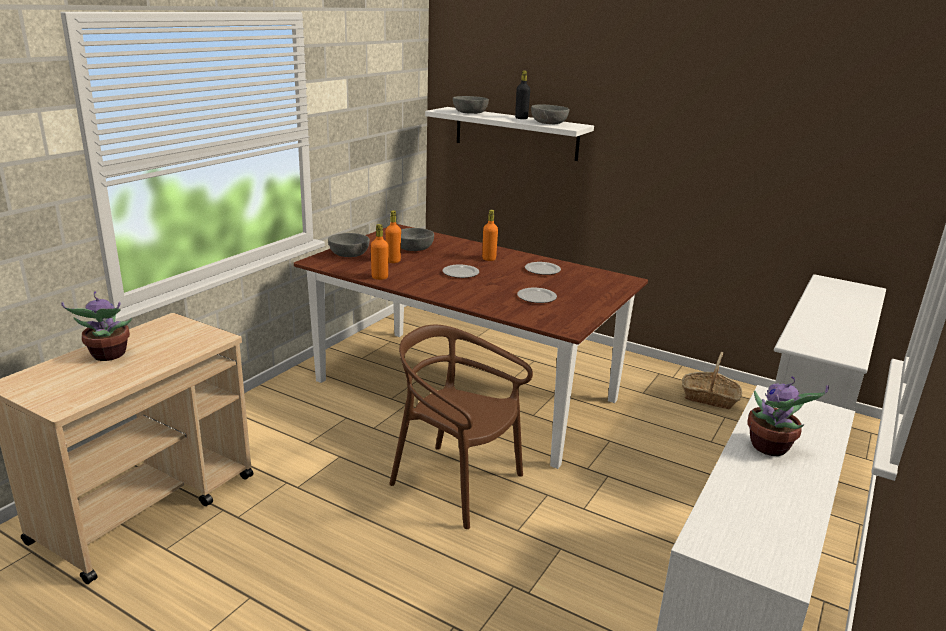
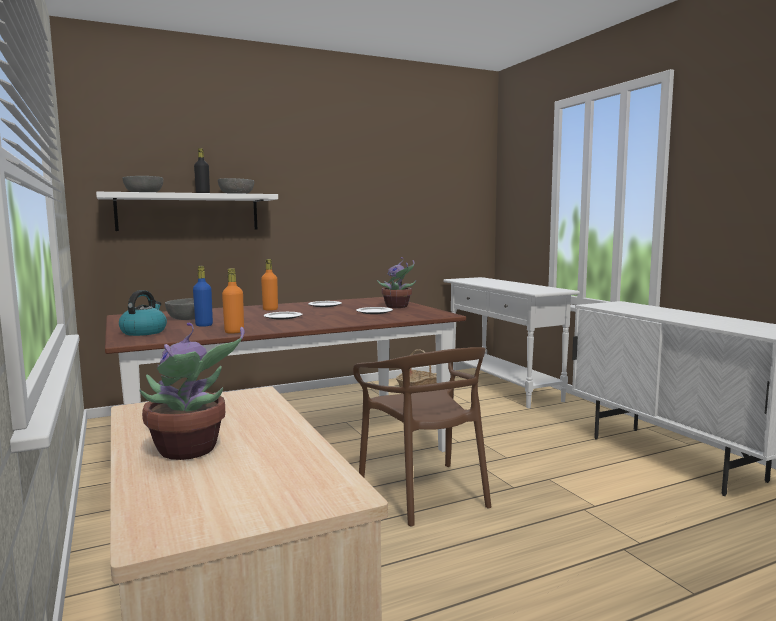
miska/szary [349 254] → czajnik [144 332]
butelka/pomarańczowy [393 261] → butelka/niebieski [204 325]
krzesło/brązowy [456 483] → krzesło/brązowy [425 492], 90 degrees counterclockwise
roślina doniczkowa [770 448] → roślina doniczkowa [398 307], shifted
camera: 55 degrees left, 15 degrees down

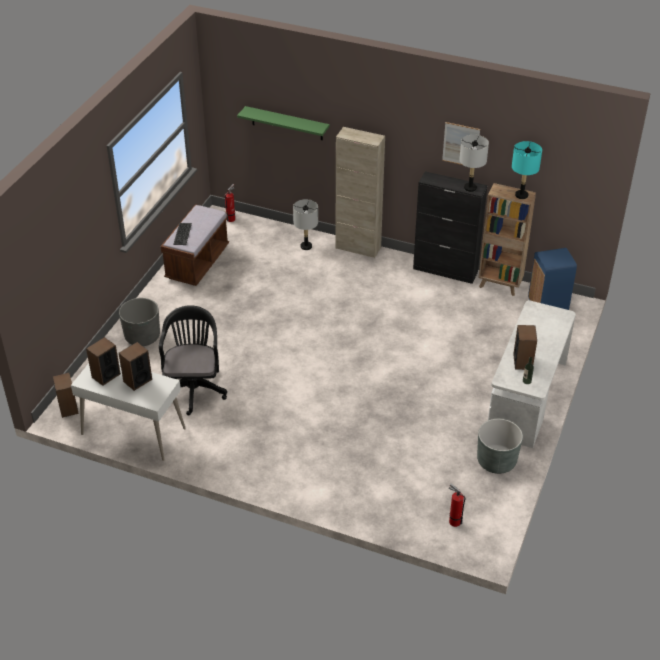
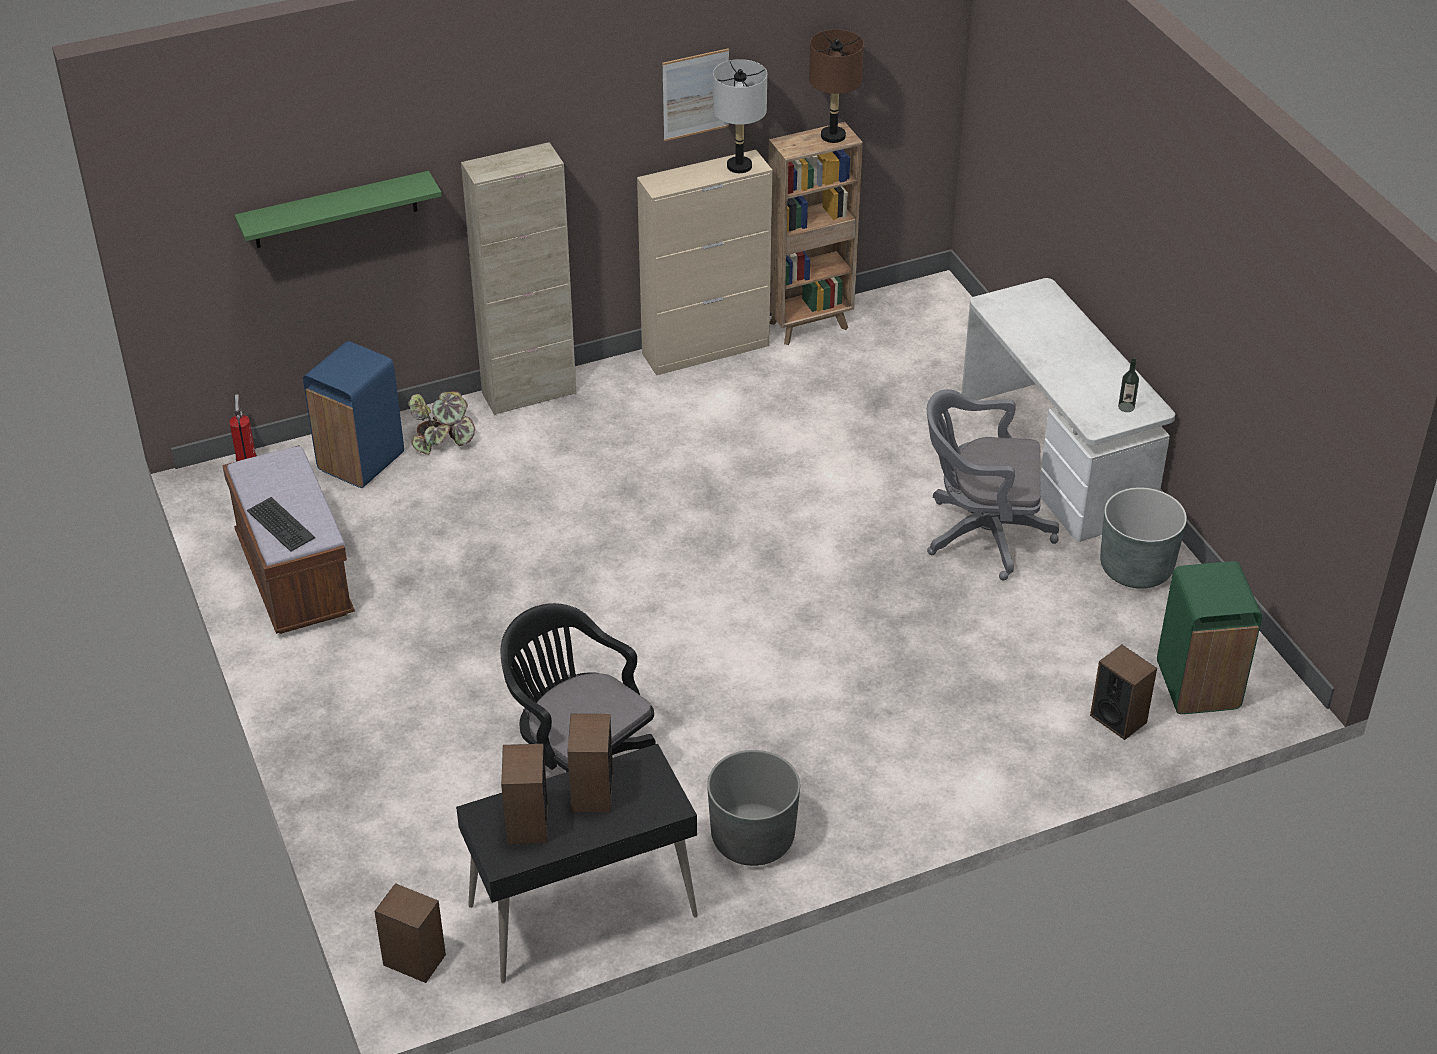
kosz na śmieci/niebieski [548 304] → kosz na śmieci/niebieski [362 461], shifted
lampa stołowa/szary [306 246] → roślina doniczkowa [443 440]
biurko/biały [133 432] → biurko/czarny [583 912]
szafka/czarny [445 270] → szafka/beżowy [706 349]
donica/szary [142 336] → donica/szary [752 838], shifted
lampa stołowa/turkusowy [521 195] → lampa stołowa/brązowy [832 136]
- → krzesło biurowe/szary [980 534]
głośnik [523 361] → głośnik [1118 719], shifted
gaśnica [453 521] → kosz na śmieci/zielony [1197 686]
camera: 45 degrees left, 0 degrees up

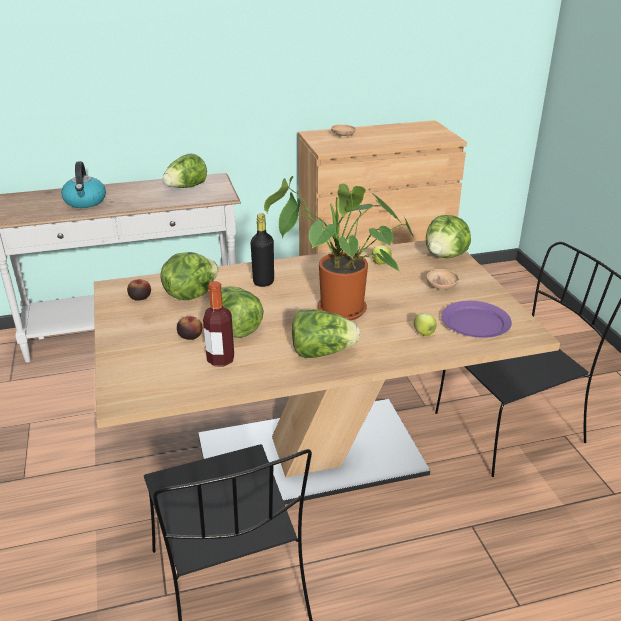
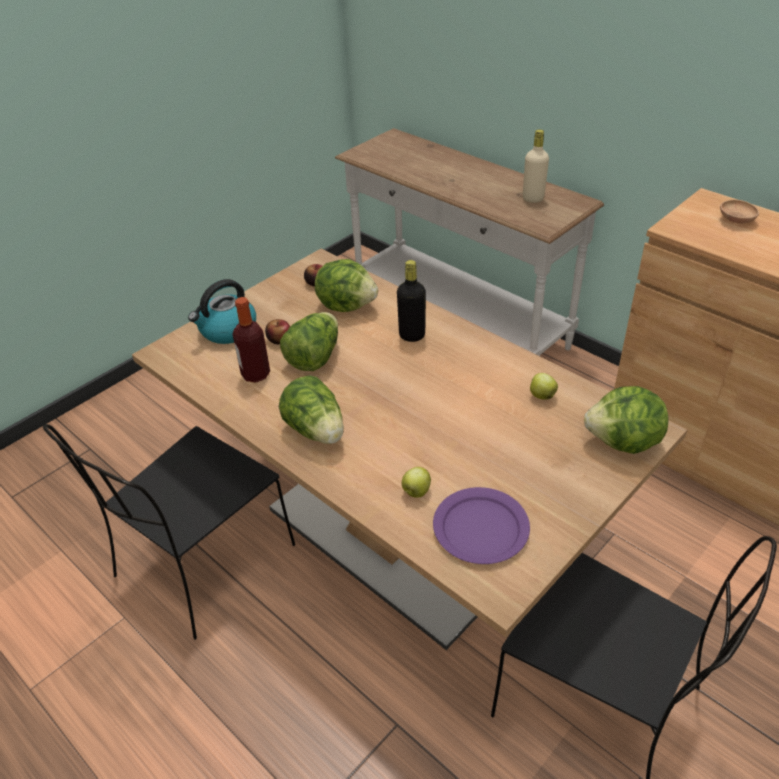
czajnik [85 202] → czajnik [227 330], shifted
sałata [186 187] → butelka/beżowy [533 198]
roślina doniczkowa [336 312] → -
miska/brązowy [441 287] → -
camera: 60 degrees right, 10 degrees up

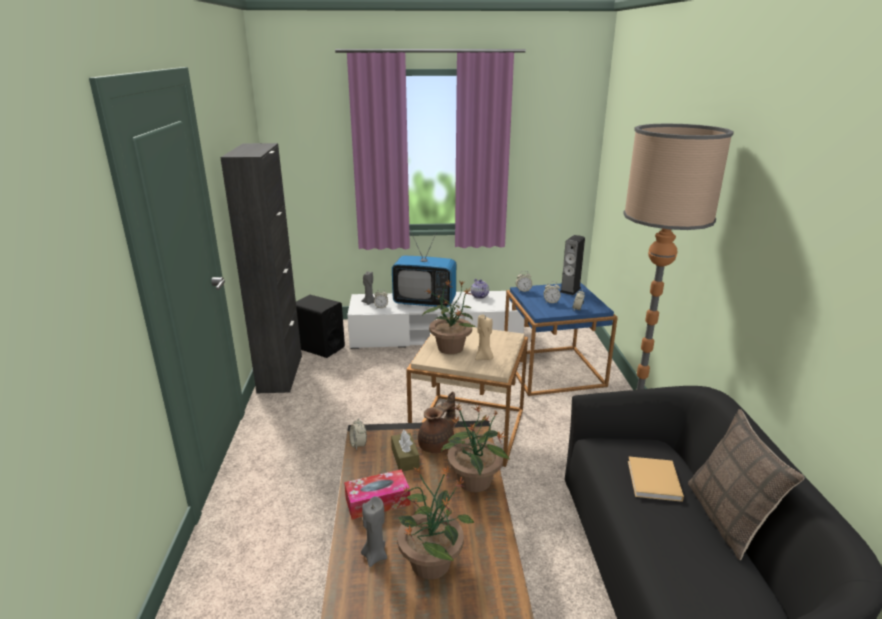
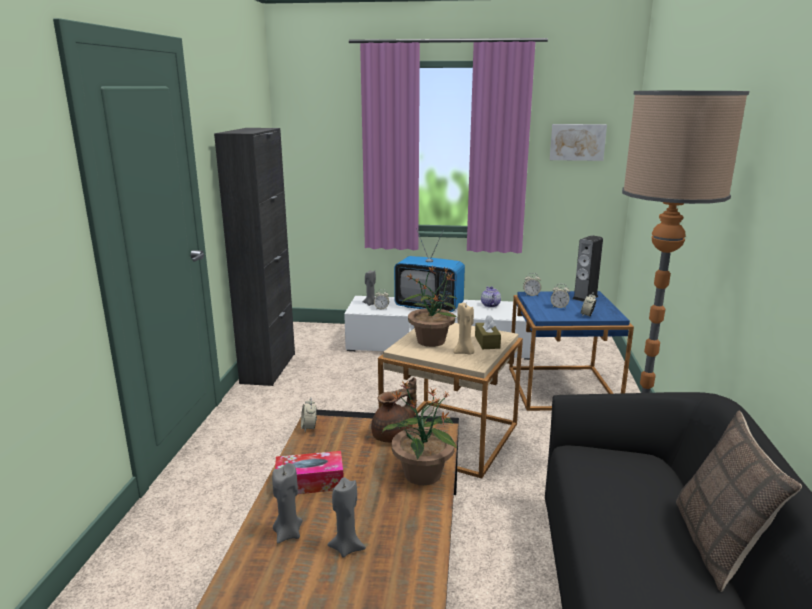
roślina doniczkowa [431 562] → świeca/szary [347 547]
pudełko chusteczek/brązowy [405 458] → pudełko chusteczek/brązowy [487 342], shifted
- → obraz [577 142]
głośnik/czarny [320 347] → -
książka/beżowy [654 482] → -
camera: 10 degrees right, 5 degrees down

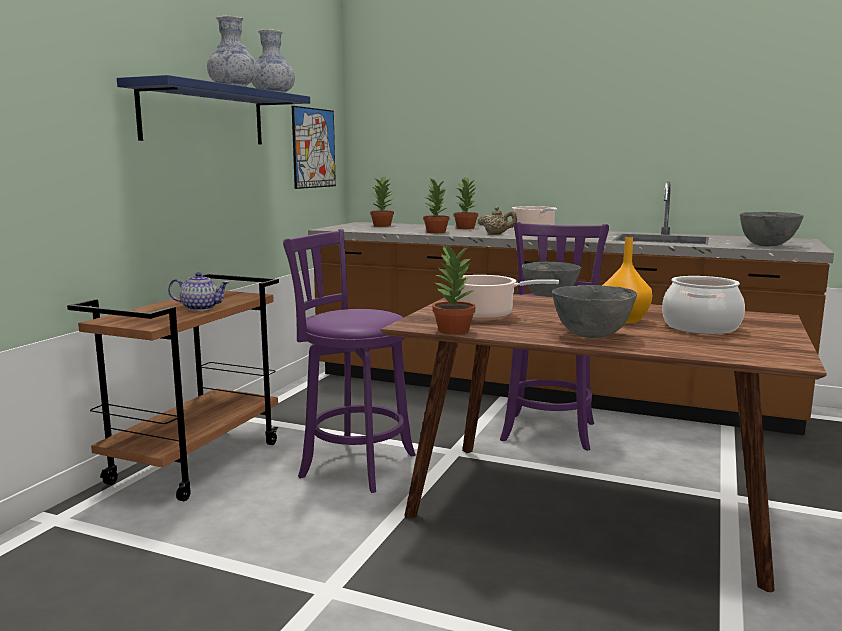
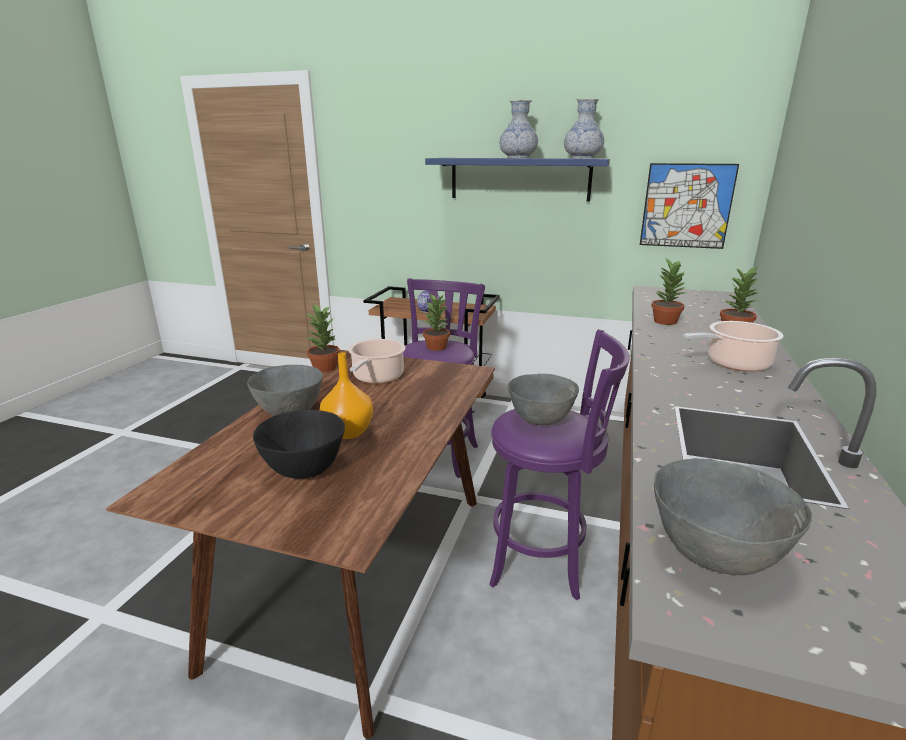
garnek [700 327] → miska/czarny [305 470]
roślina doniczkowa [382 226] → roślina doniczkowa [436 347], shifted
imbryk/beżowy [496 234] → -
camera: 85 degrees right, 10 degrees up

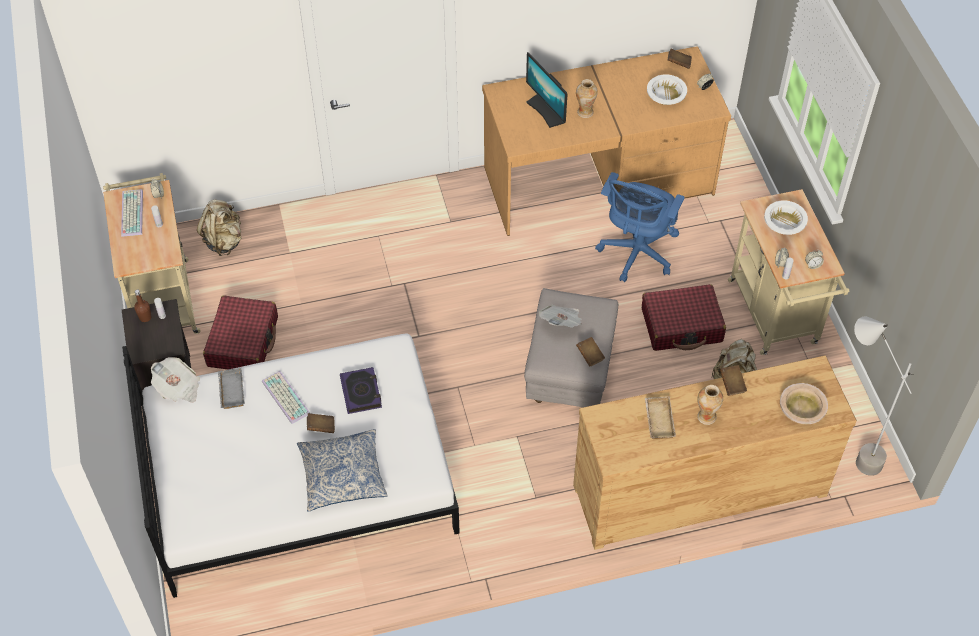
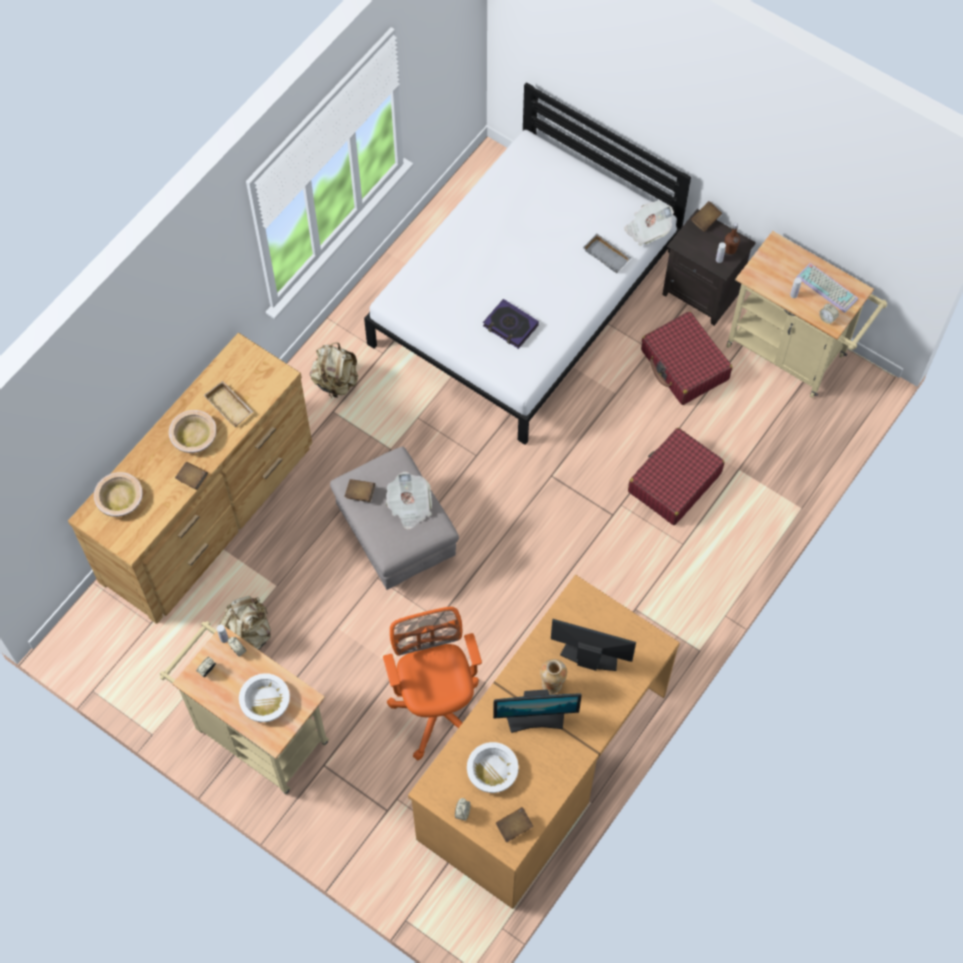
wazon [706 417] → miska/beżowy [193 436]
plecak/beżowy [224 241] → plecak/beżowy [336 381], shifted
krzesło biurowe/niebieski [636 254] → krzesło biurowe/pomarańczowy [436 705]
- → monitor [535 718]
walizka/czerwony [682 325] → walizka/czerwony [674 482], shifted
książka/brązowy [321 427] → książka/brązowy [705 220], shifted
klawiatura [284 397] → -
poduszka [343 475] → -
lampa stojąca/szary [850 450] → -
camera: 140 degrees right, 10 degrees up

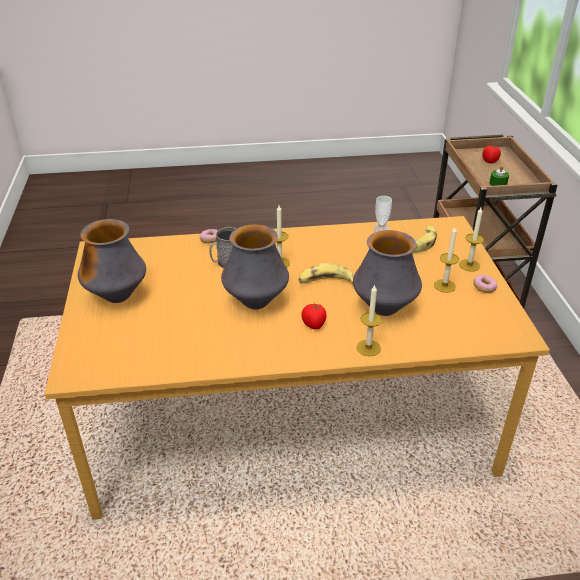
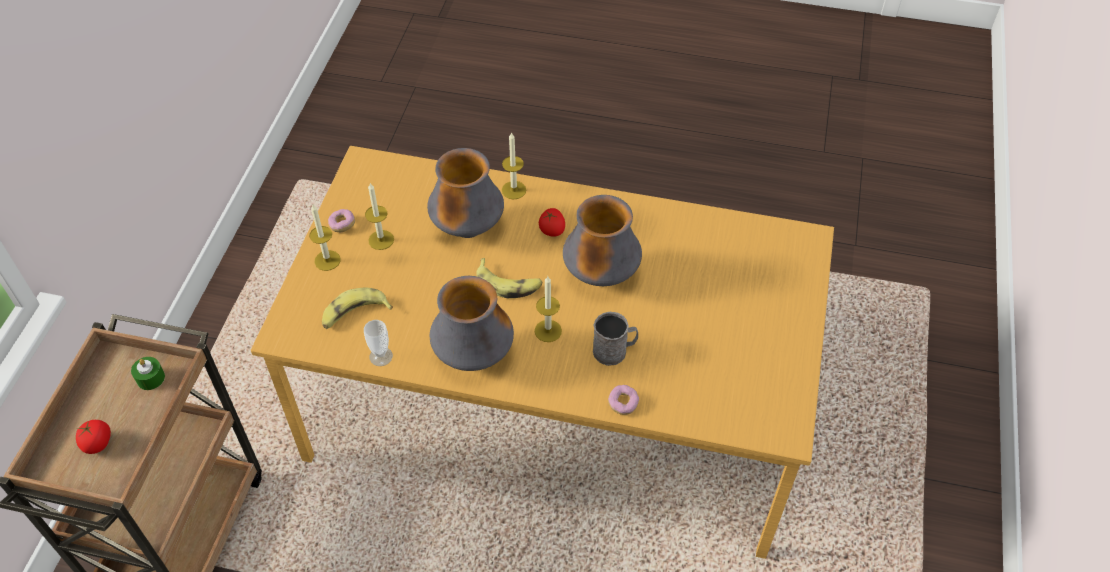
wazon [117 297] → wazon [473 357], shifted
camera: 160 degrees left, 15 degrees up

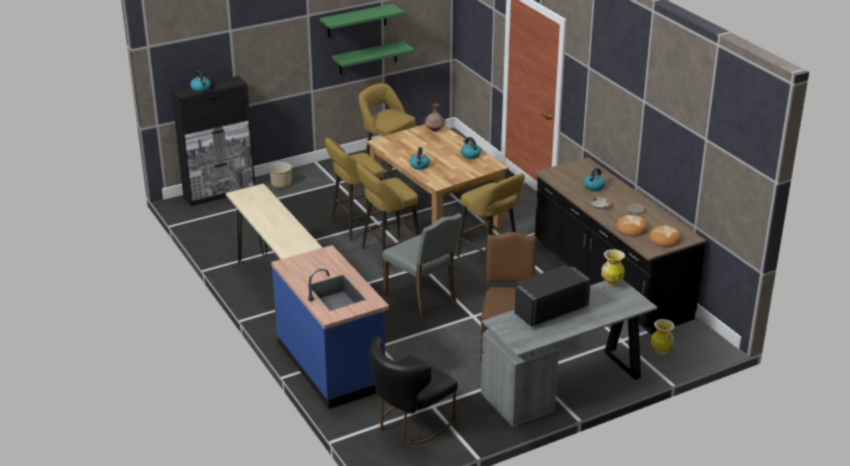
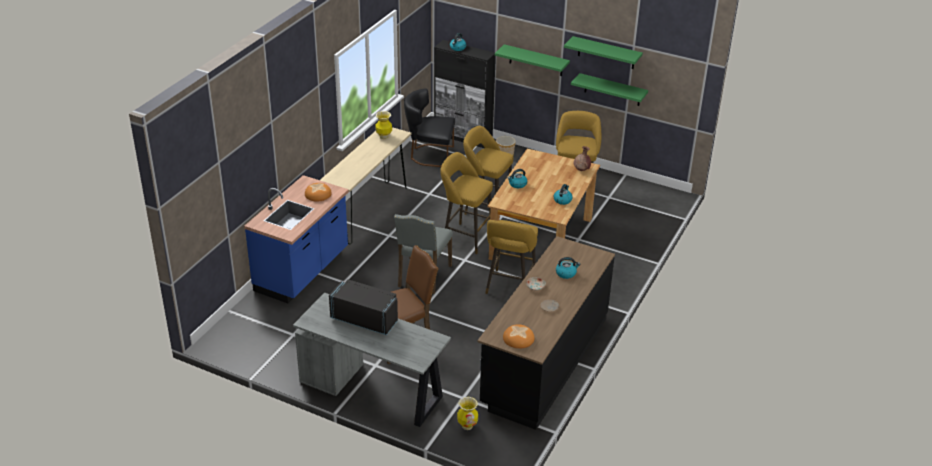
chleb [632 229] → chleb [317 194], shifted
wazon [612 284] → wazon [384 137], shifted
krzesło/czarny [410 424] → krzesło/czarny [429 155], shifted
- → półka/zielony [536 60]
camera: 55 degrees right, 5 degrees up

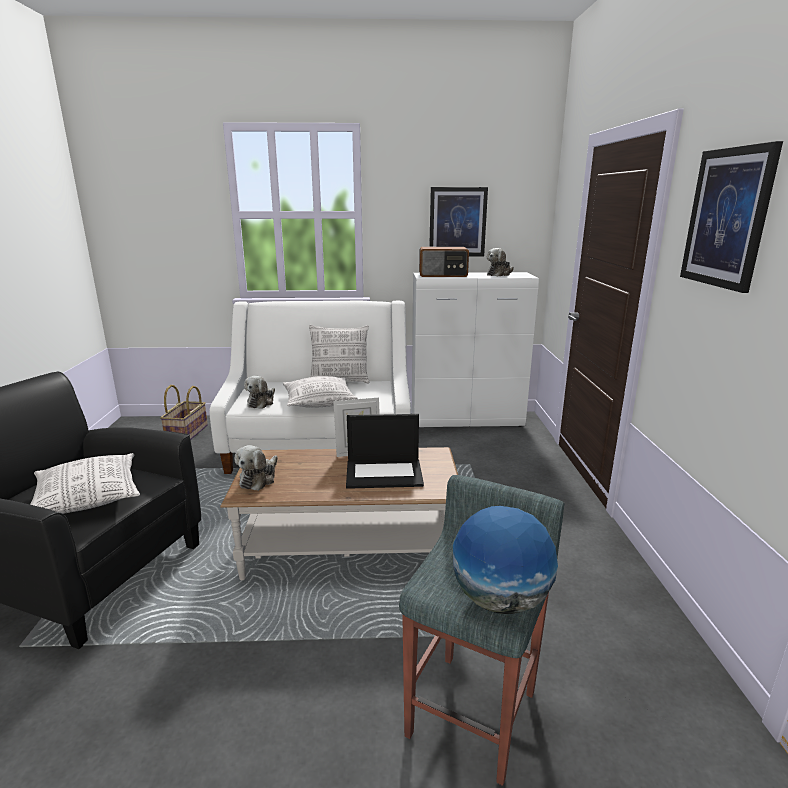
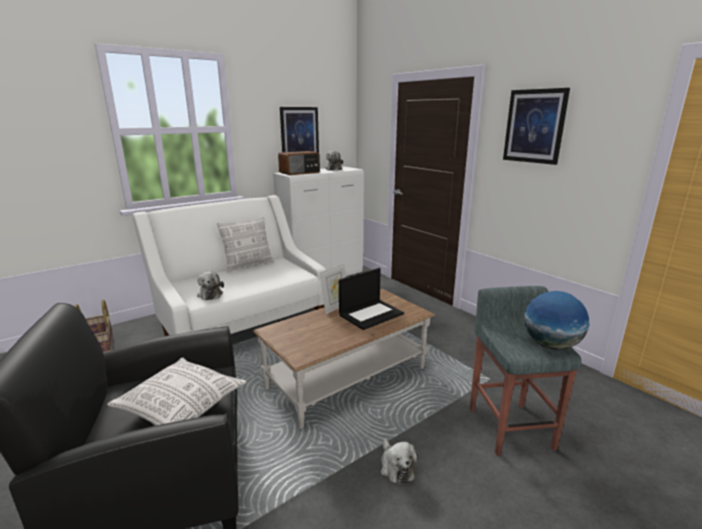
pluszak [259 478] → pluszak [396 466], shifted
poduszka [319 402] → -
camera: 35 degrees left, 0 degrees up

